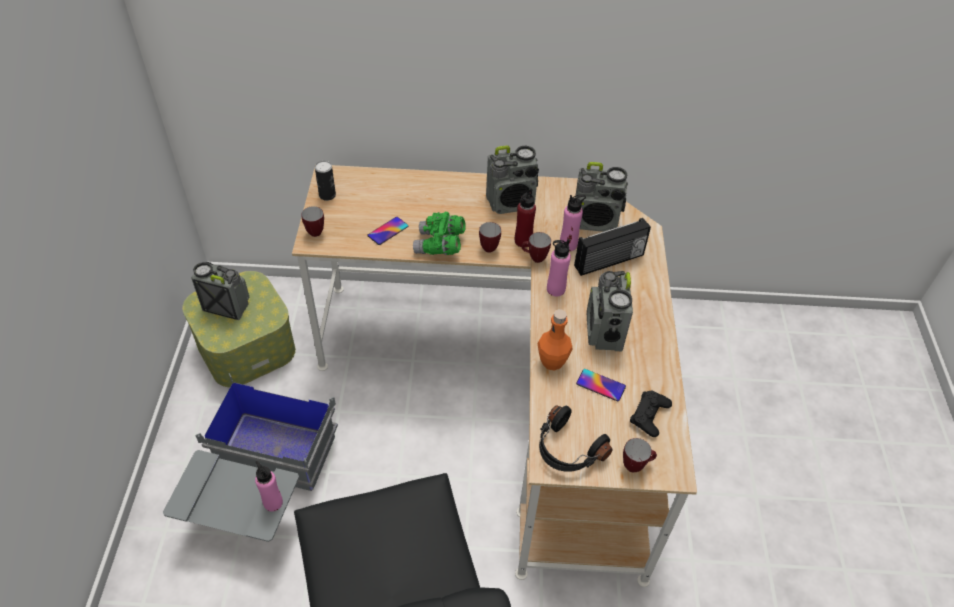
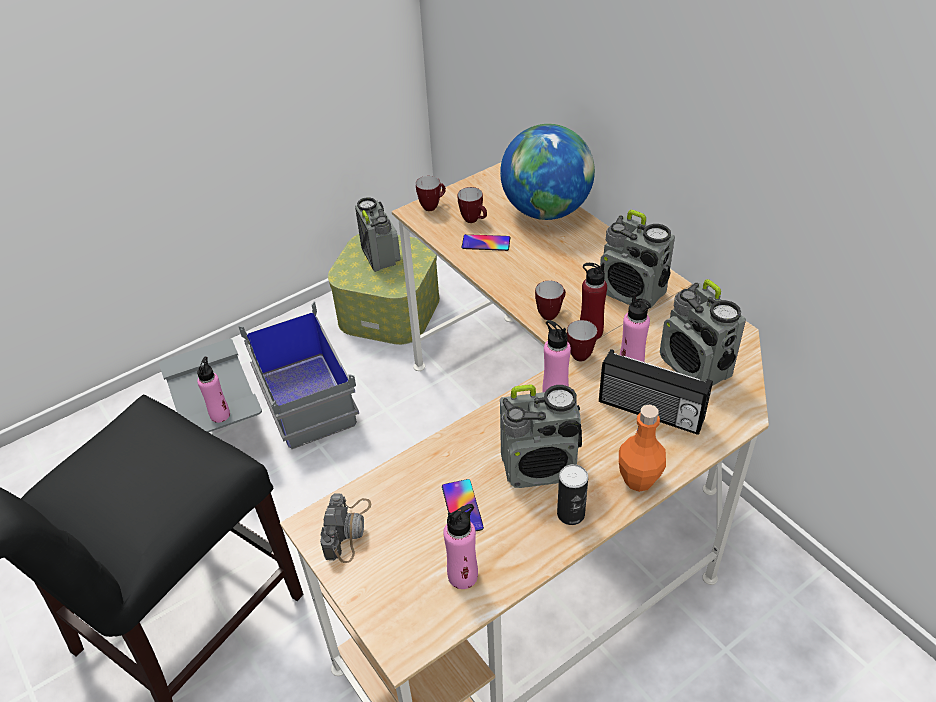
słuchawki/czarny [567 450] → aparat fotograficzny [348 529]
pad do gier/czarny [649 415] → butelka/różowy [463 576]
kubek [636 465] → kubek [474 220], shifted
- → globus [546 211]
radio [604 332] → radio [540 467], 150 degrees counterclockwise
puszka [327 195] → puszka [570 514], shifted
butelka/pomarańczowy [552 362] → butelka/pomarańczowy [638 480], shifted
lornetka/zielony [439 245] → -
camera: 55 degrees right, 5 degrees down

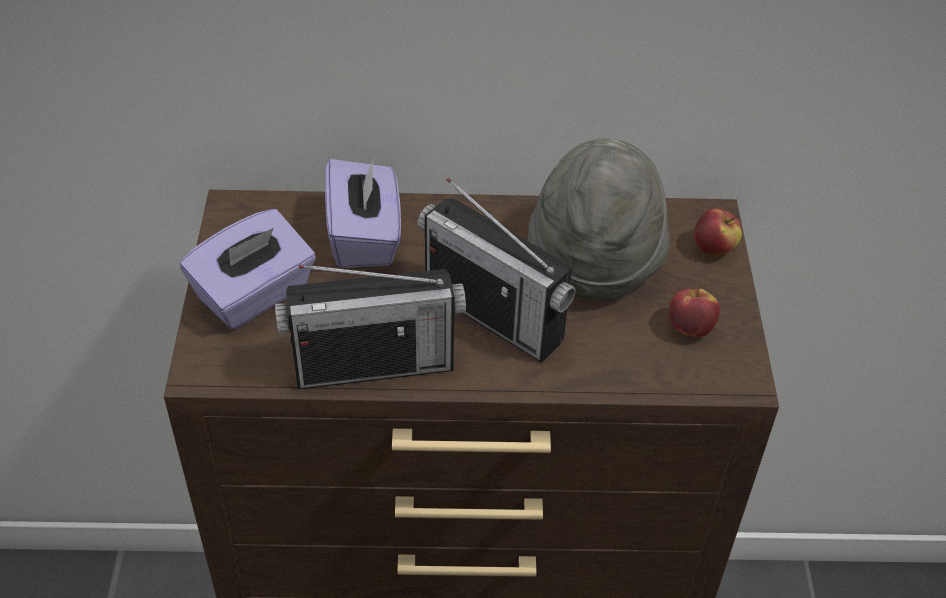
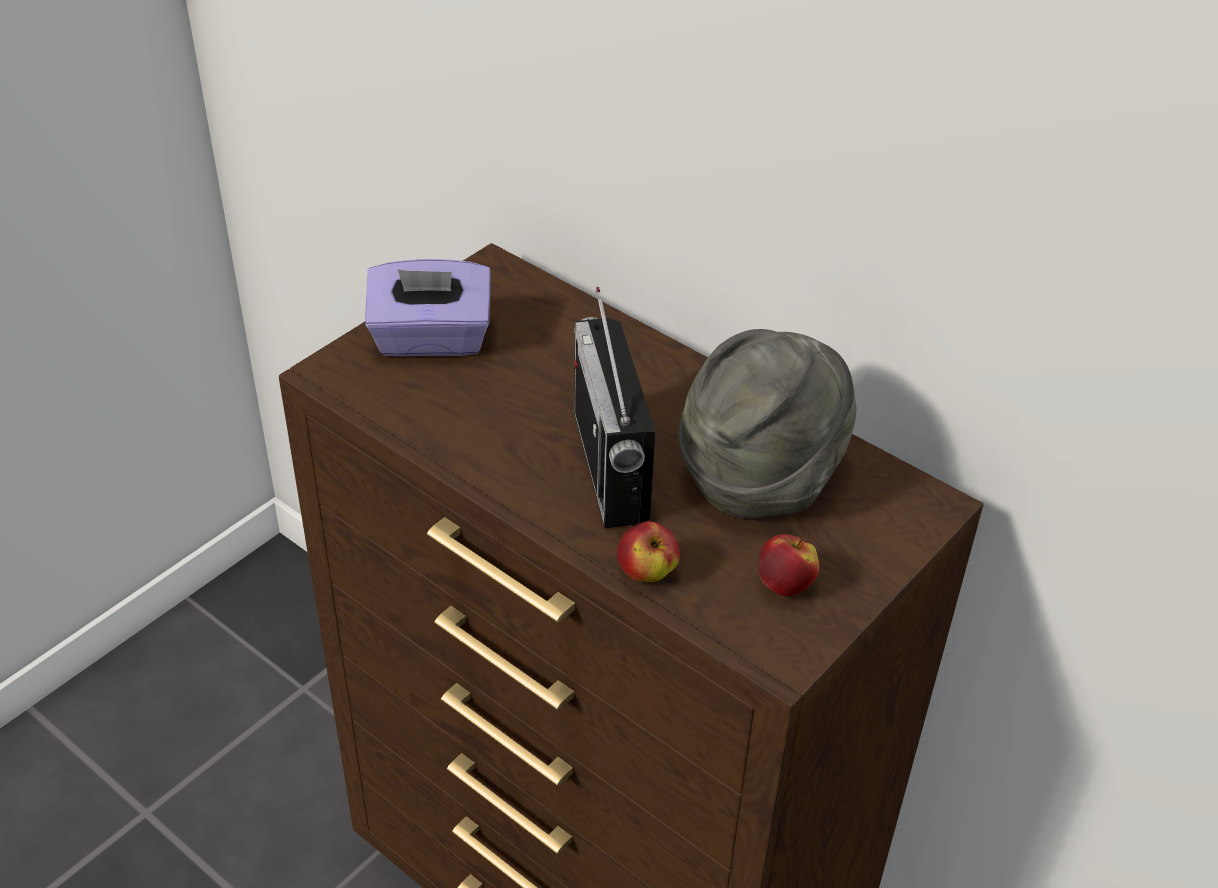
jabłko [714 248] → jabłko [646 573], shifted
radio [374 365] → -
pudełko chusteczek/fioletowy [365 237] → -
camera: 40 degrees right, 5 degrees down

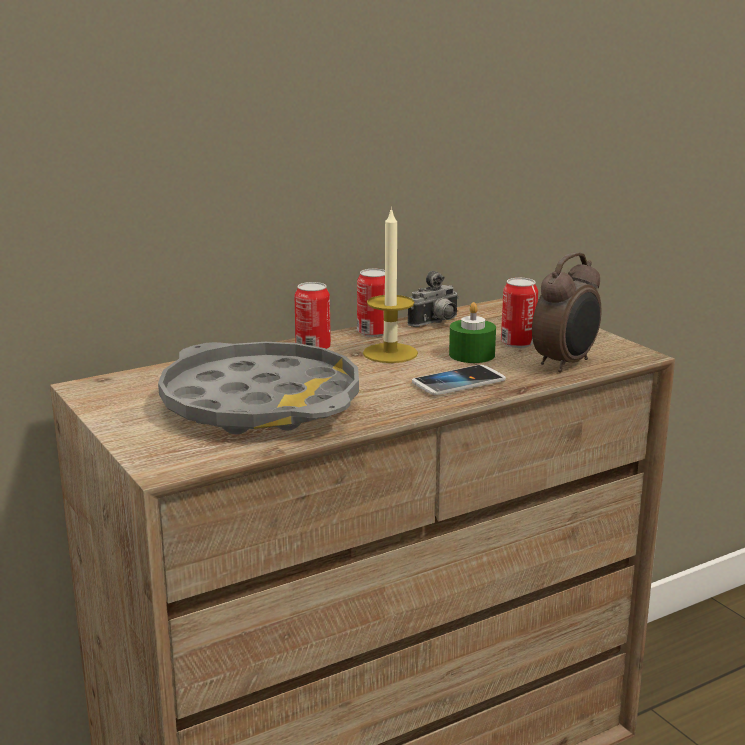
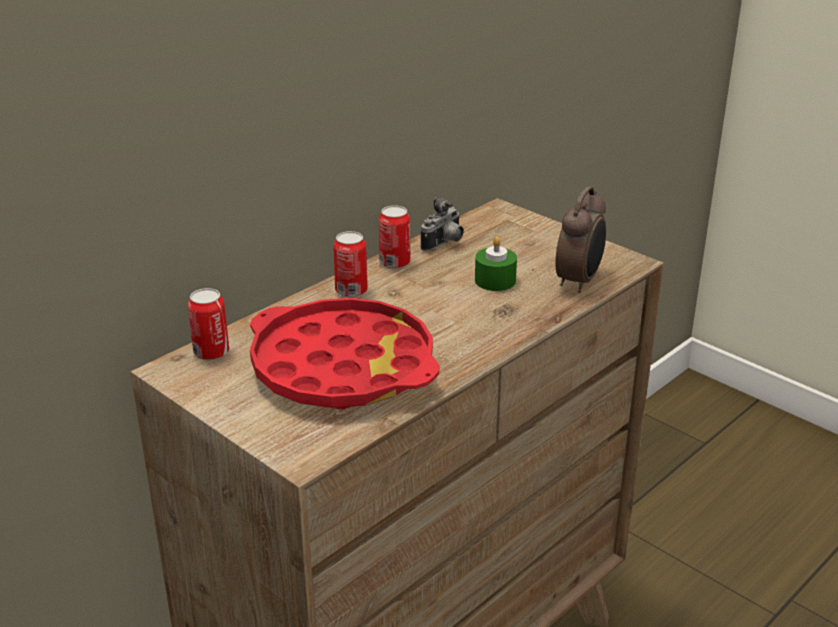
puszka [518 343] → puszka [211 352], shifted
taca/szary [261 403] → taca/czerwony [343 367]
świeca [390 353] → -
telefon [458 382] → -
camera: 15 degrees left, 10 degrees up

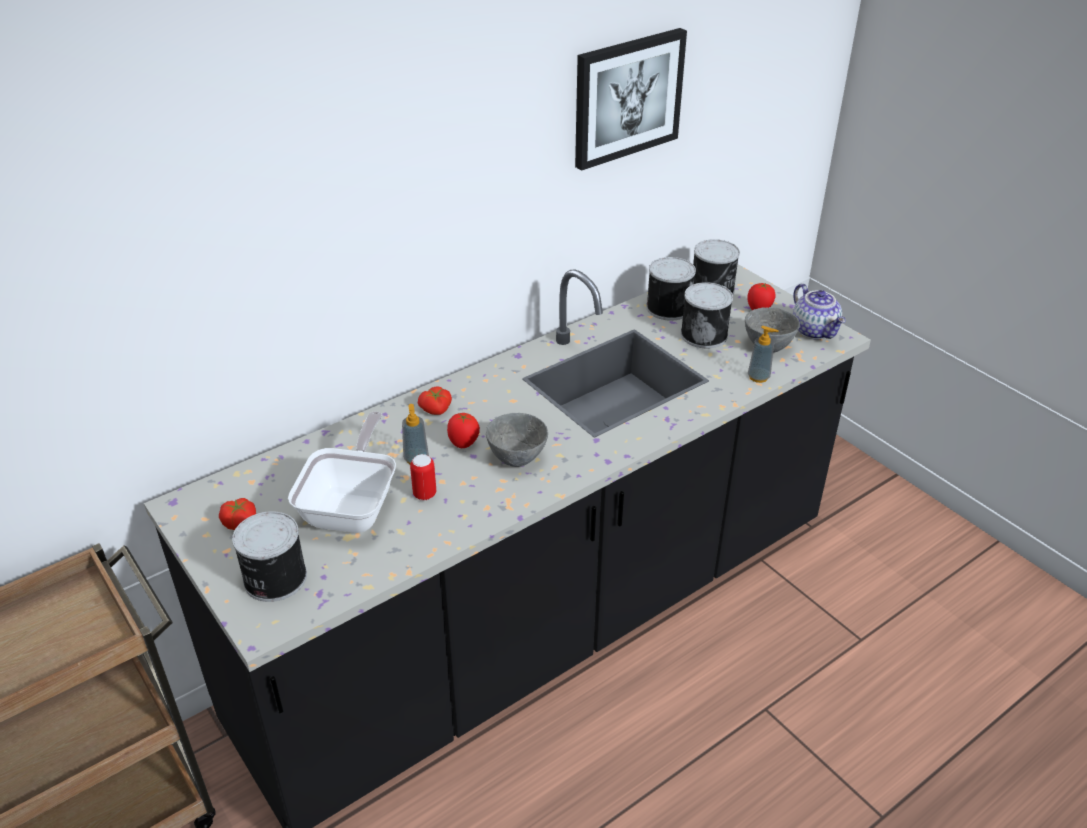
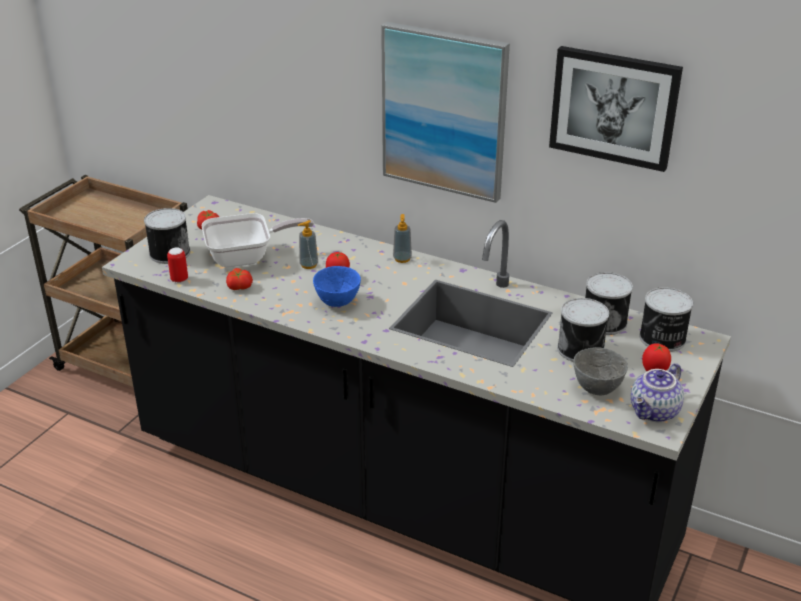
puszka [424 494] → puszka [179 279], shifted
pomidor [436 410] → pomidor [239 287], shifted
miska/szary [517 458] → miska/niebieski [338 302]
- → obraz [444 111]
dozownik mydła [758 377] → dozownik mydła [402 259], shifted
camera: 65 degrees right, 5 degrees down

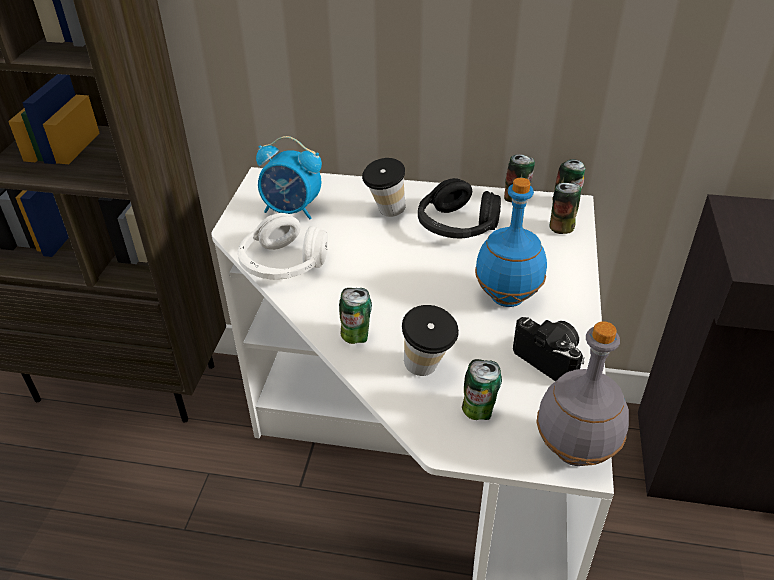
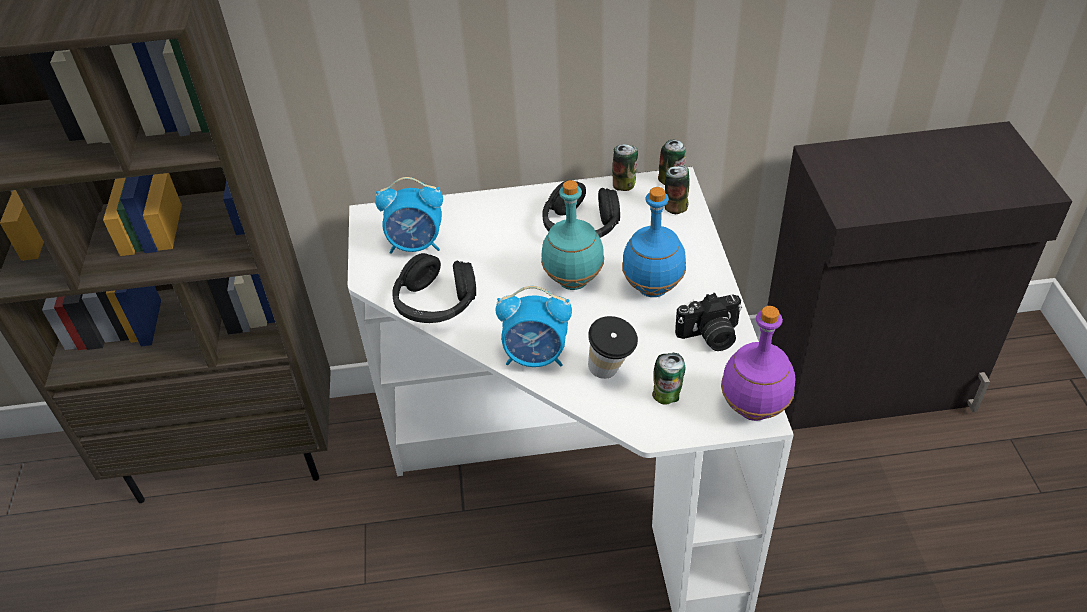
słuchawki/biały [283 264] → słuchawki/czarny [435 303]
puszka [356 337] → budzik [536 357]
- → butelka/turkusowy [573 280]
aparat fotograficzny [551 360] → aparat fotograficzny [710 336], 135 degrees clockwise
butelka/szary [574 452] → butelka/fioletowy [753 409]
filiżanka [385 213] → -
camera: 15 degrees left, 5 degrees up

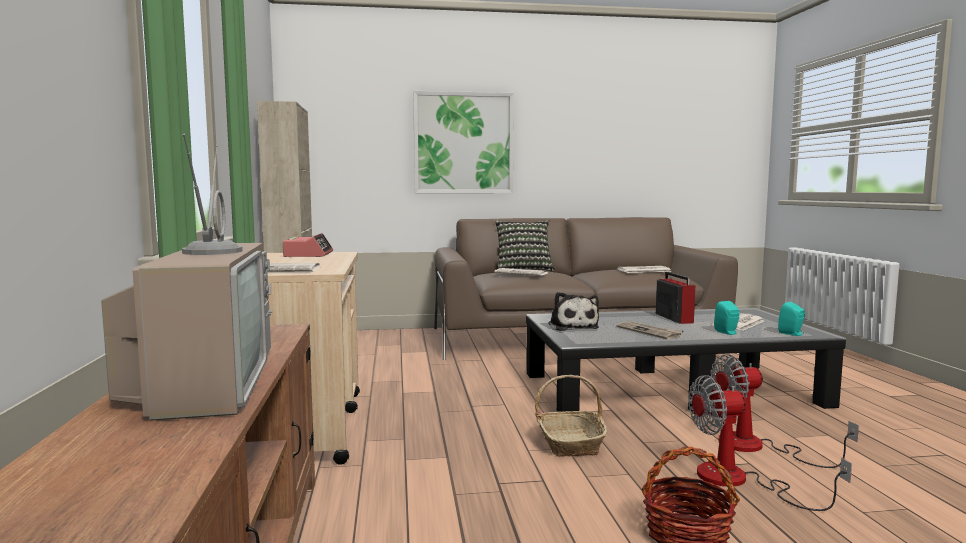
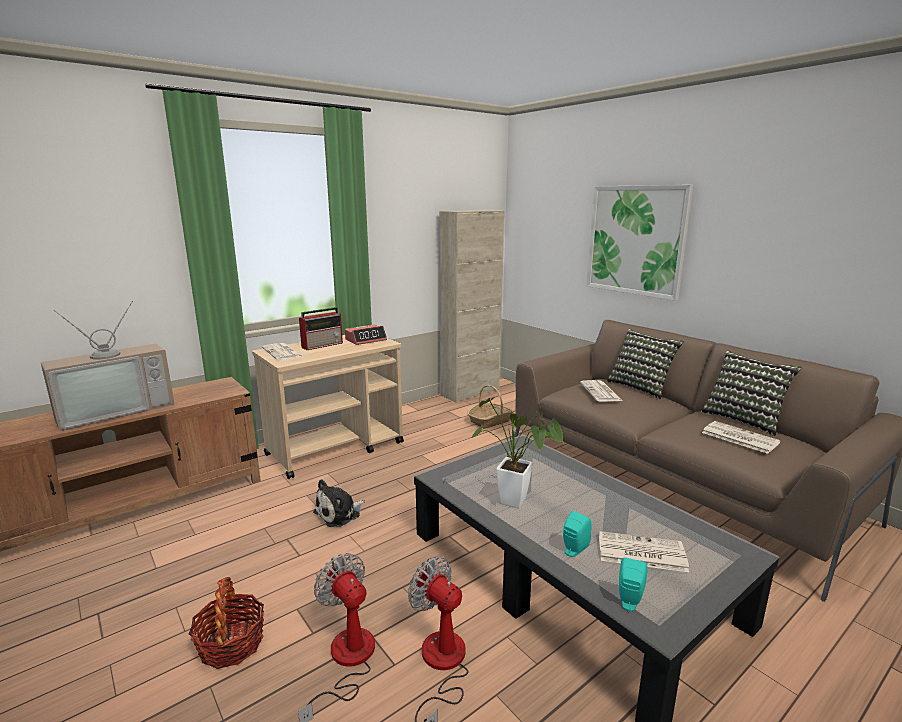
radio [673 318] → radio [323 345], shifted
pluszak [572 327] → pluszak [339 513], shifted
koszyk [570 443] → koszyk [490 421], shifted
gazeta [649 332] → roślina doniczkowa [519 503]
- → poduszka [744 419]
camera: 60 degrees right, 10 degrees up

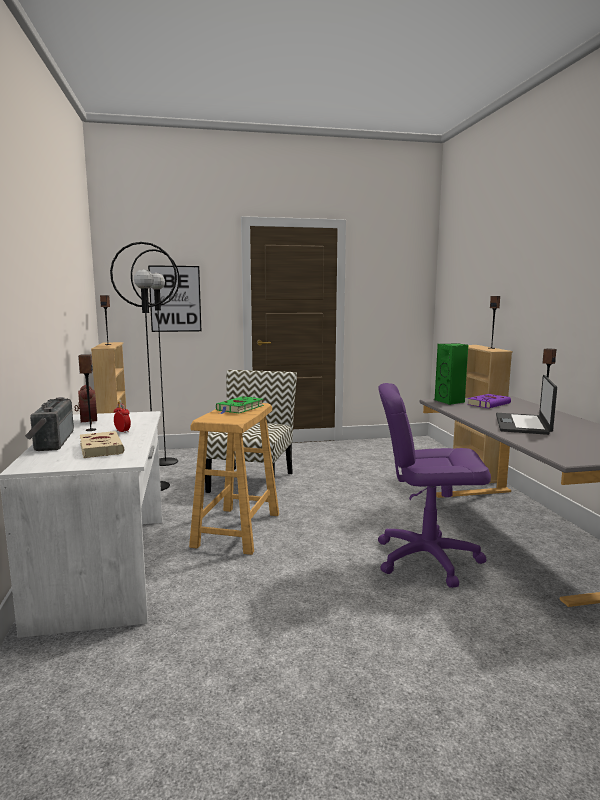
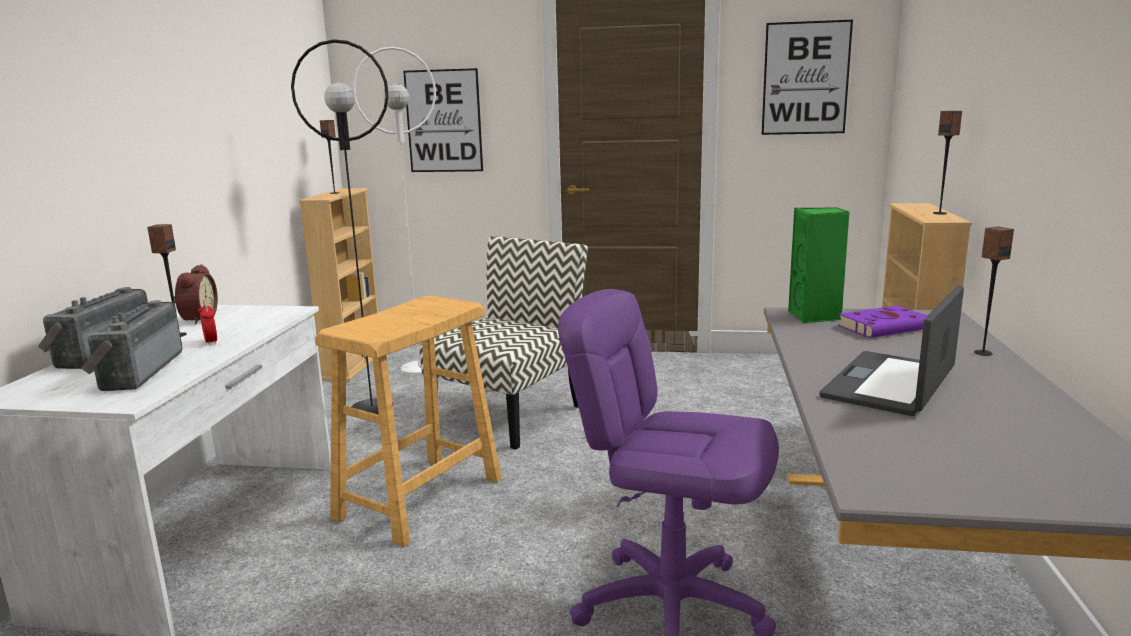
książka/beżowy [100 448] → radio [137 371]
lampa stojąca/czarny [165 462] → lampa stojąca/biały [418 367]
- → obraz [805 78]
książka/zielony [239 408] → -
camera: 20 degrees right, 5 degrees up

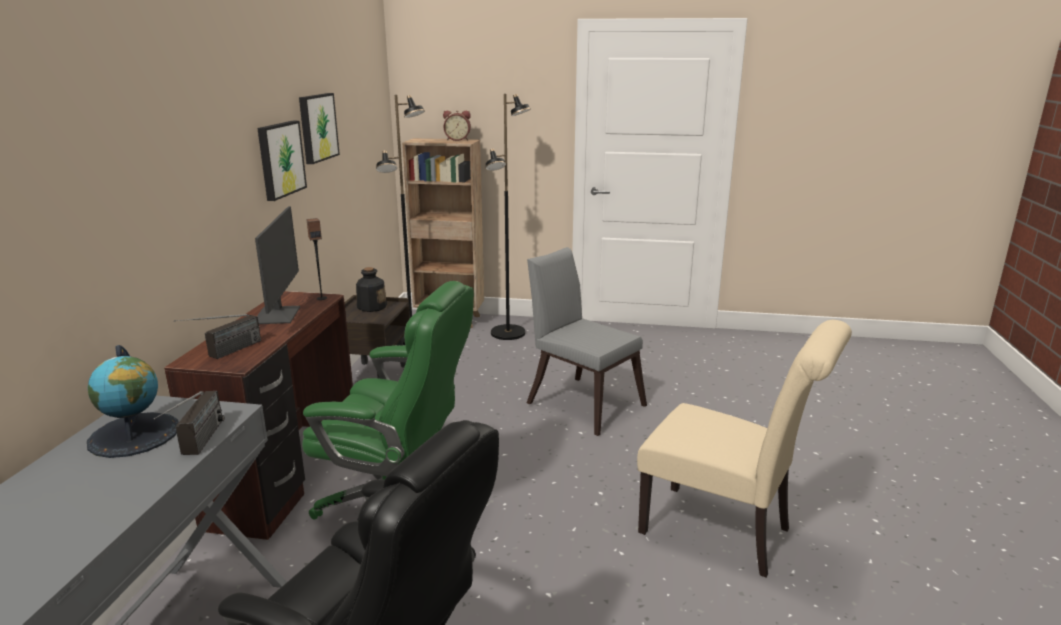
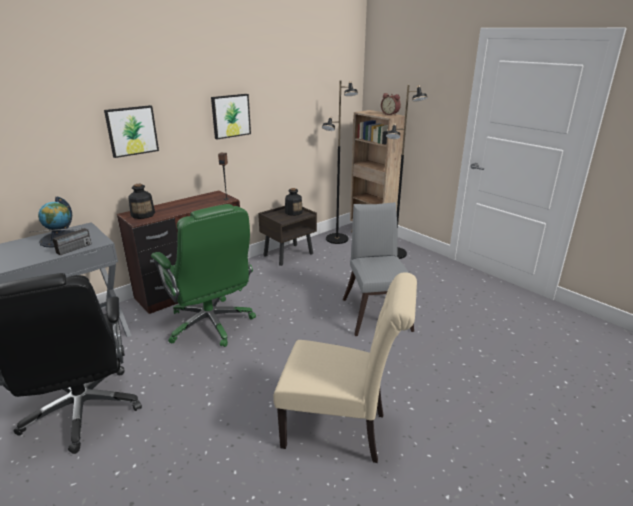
obraz [317 127] → obraz [131 131], shifted
radio [224 353] → butelka [143 214]
krzesło/beżowy [724 533] → krzesło/beżowy [341 430], 60 degrees counterclockwise
monitor [278 315] → -
camera: 40 degrees right, 5 degrees up

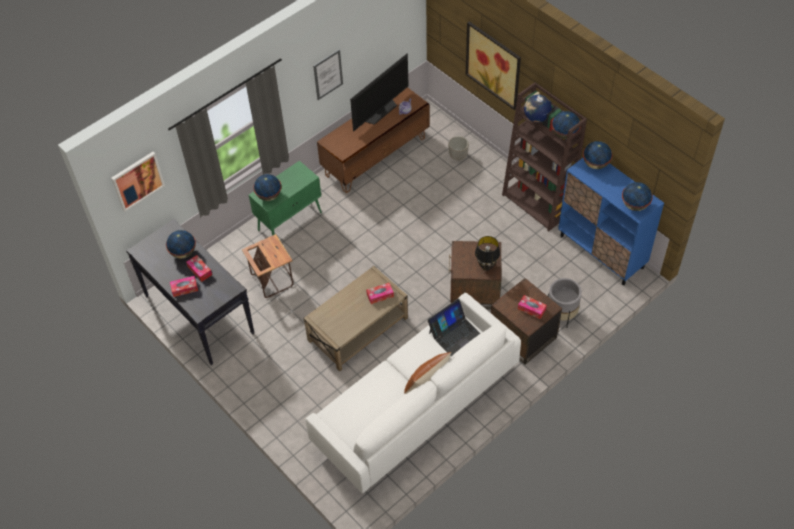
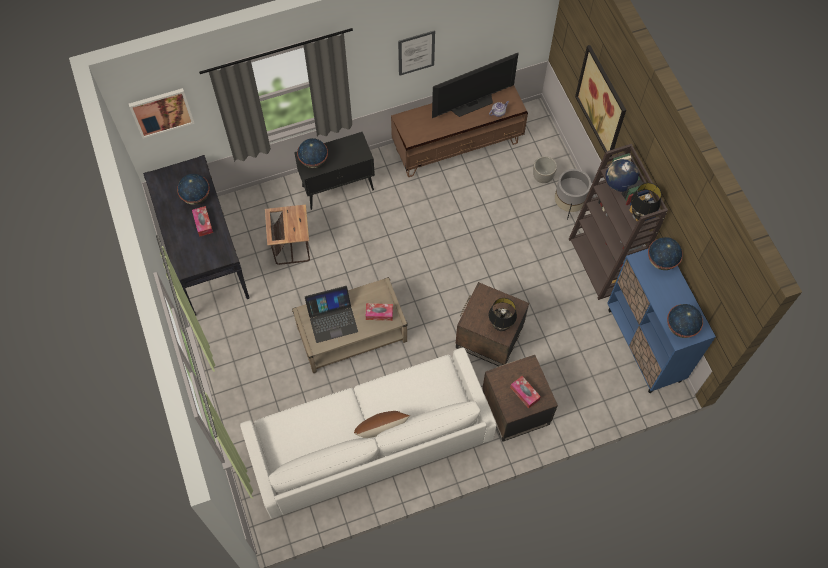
szafka/zielony [290 221] → szafka/czarny [338 188]
laptop [454 334] → laptop [332 319], shifted
donica/szary [561 314] → donica/szary [568 205], shifted
globus [564 134] → lampa stołowa/czarny [640 215]
pudełko chusteczek [184 288] → -
camera: 20 degrees right, 10 degrees up

